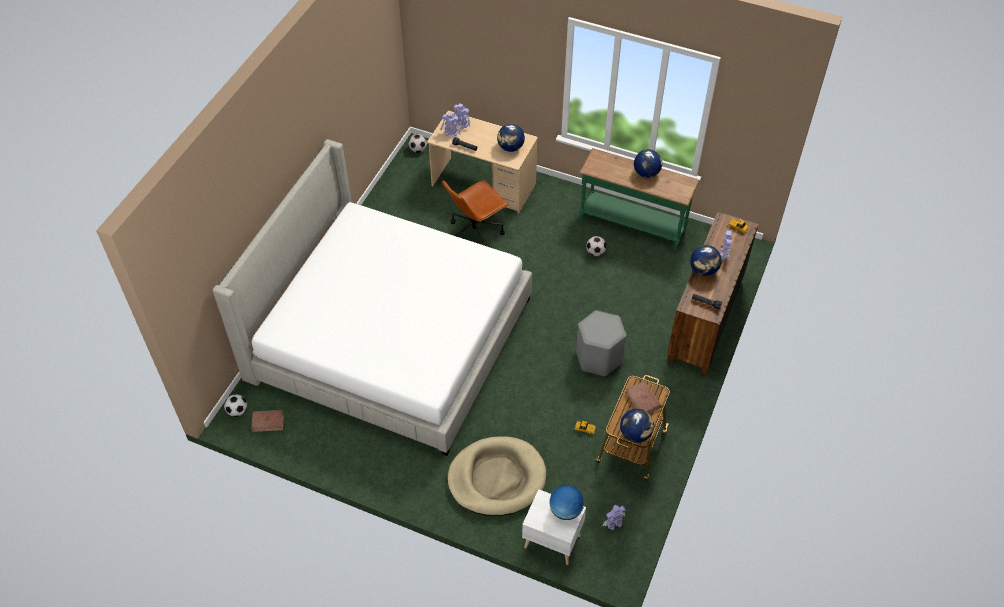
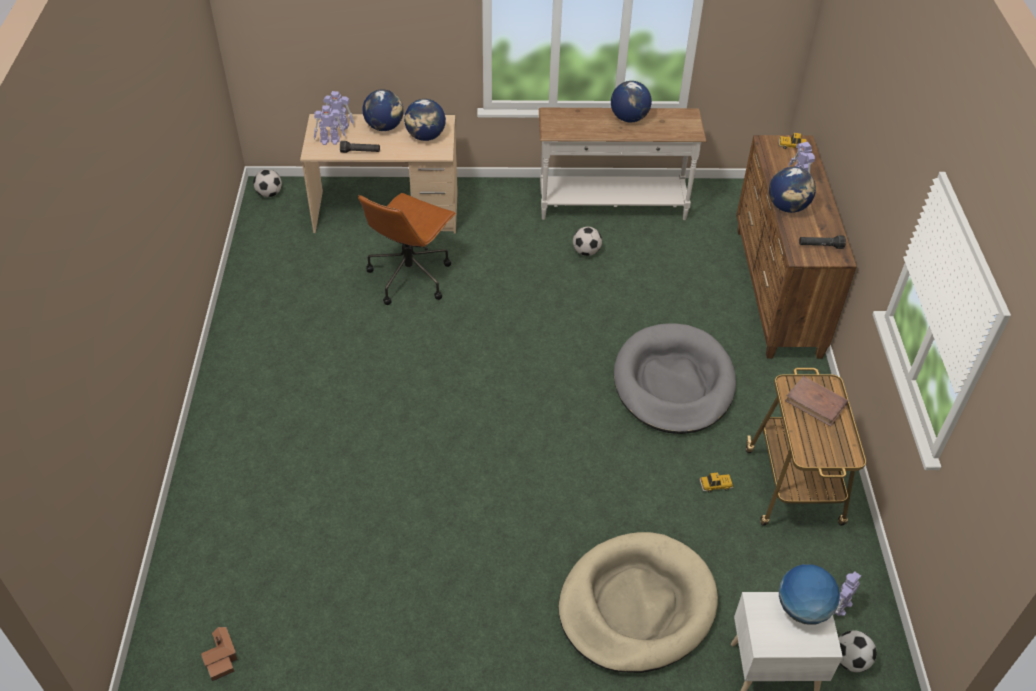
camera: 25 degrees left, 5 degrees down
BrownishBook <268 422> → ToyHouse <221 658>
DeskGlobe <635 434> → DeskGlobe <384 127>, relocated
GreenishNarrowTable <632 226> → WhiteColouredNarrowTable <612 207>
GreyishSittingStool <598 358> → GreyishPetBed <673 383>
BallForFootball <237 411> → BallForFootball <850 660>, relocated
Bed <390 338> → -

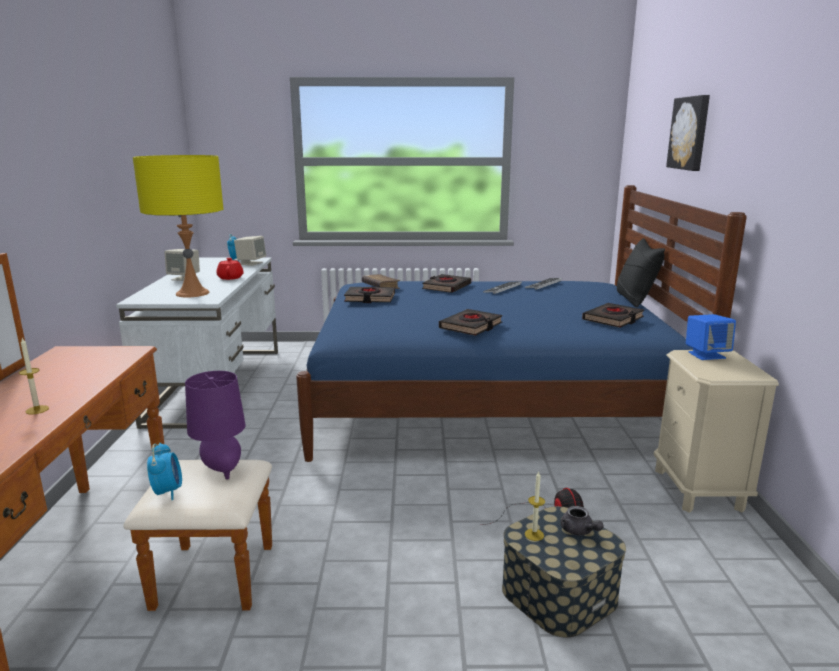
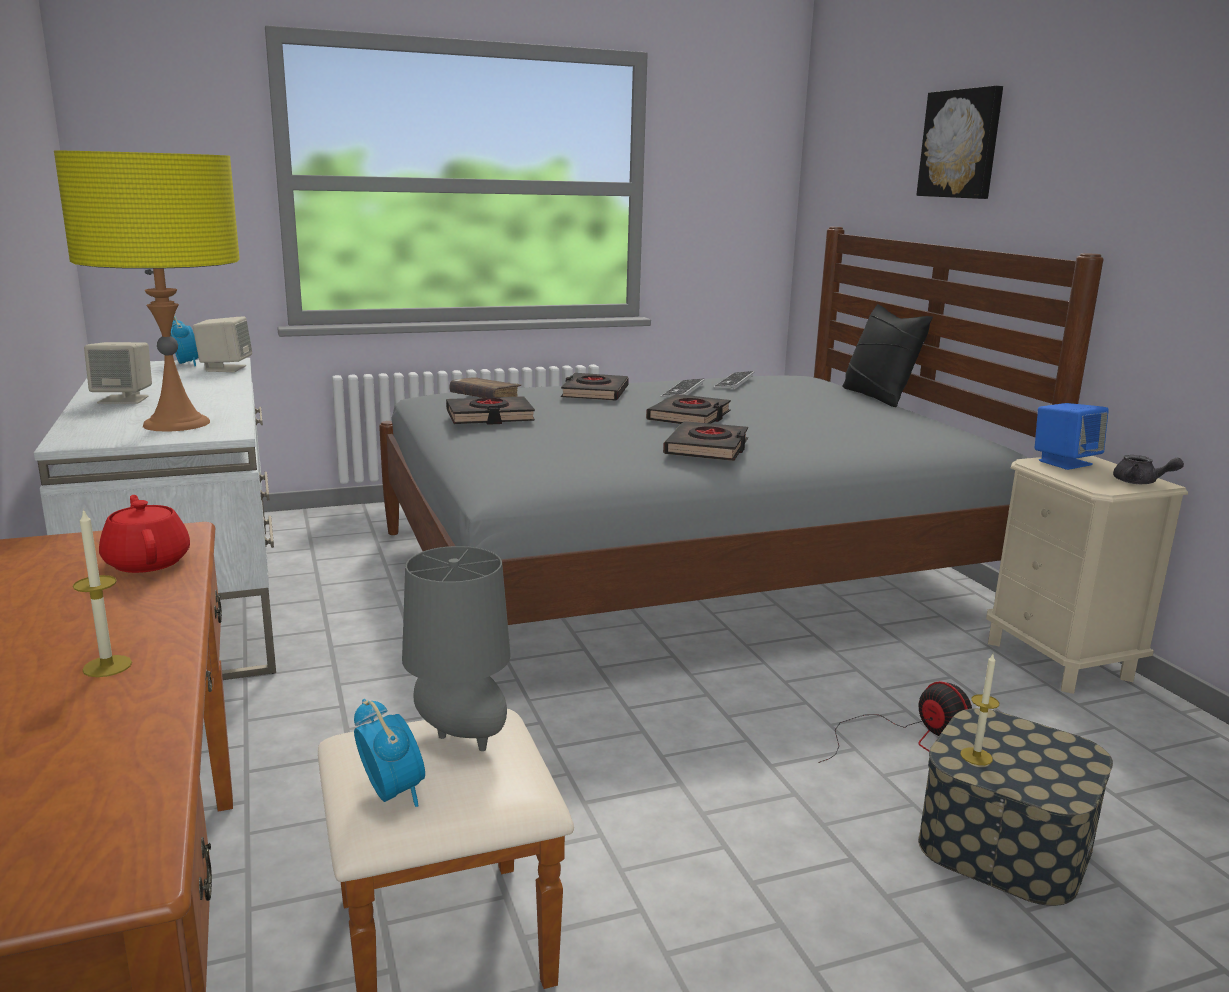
camera: 20 degrees left, 0 degrees up
RedColouredTeaPot <230 277> → RedColouredTeaPot <147 561>, relocated
BlueBed <488 402> → GreyishBed <683 574>
PurplishLampForATable <221 471> → GreyishLampForATable <458 739>
BlackishBook <613 319> → BlackishBook <689 417>, relocated
GreyishTeaPot <579 531> → GreyishTeaPot <1140 482>, relocated

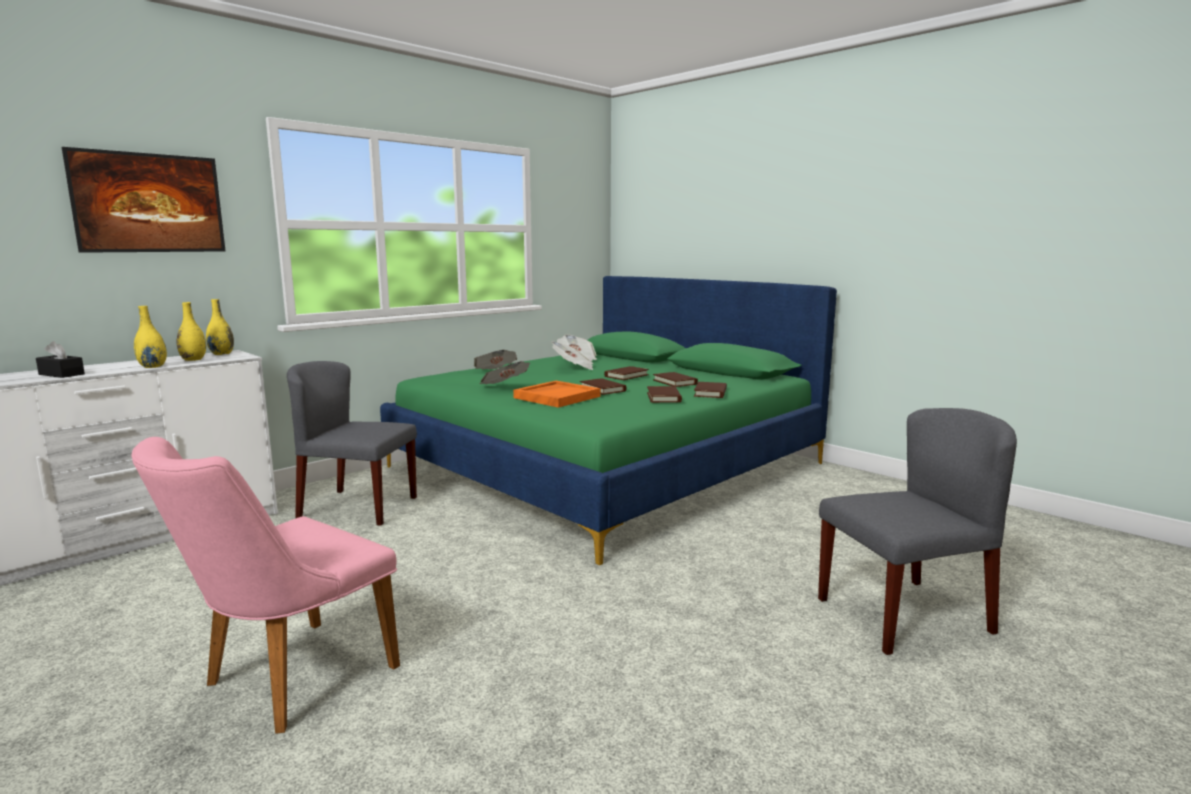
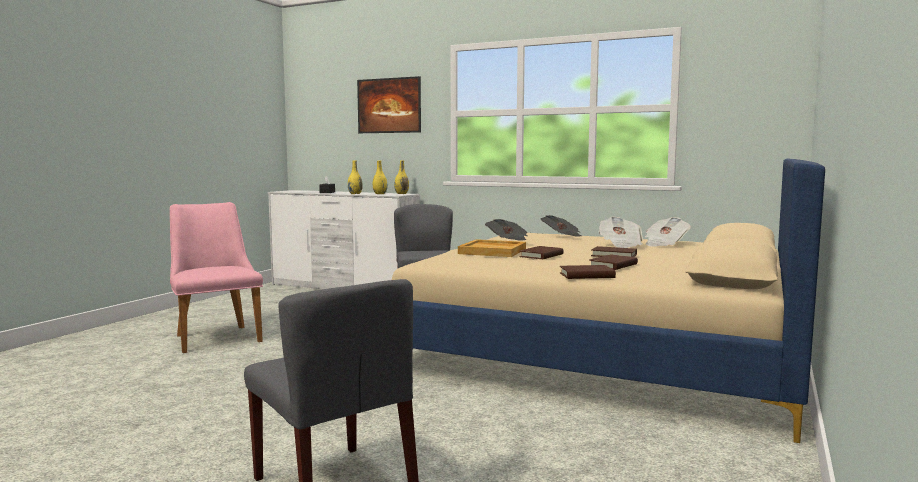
camera: 70 degrees right, 5 degrees down
PinkChair <286 682> → PinkChair <215 336>, 45 degrees clockwise
GreenishBed <606 465> → BeigeBed <604 348>
OrangeCarryingTray <557 397> → BeigeCarryingTray <493 251>
BrownishBook <663 397> → -

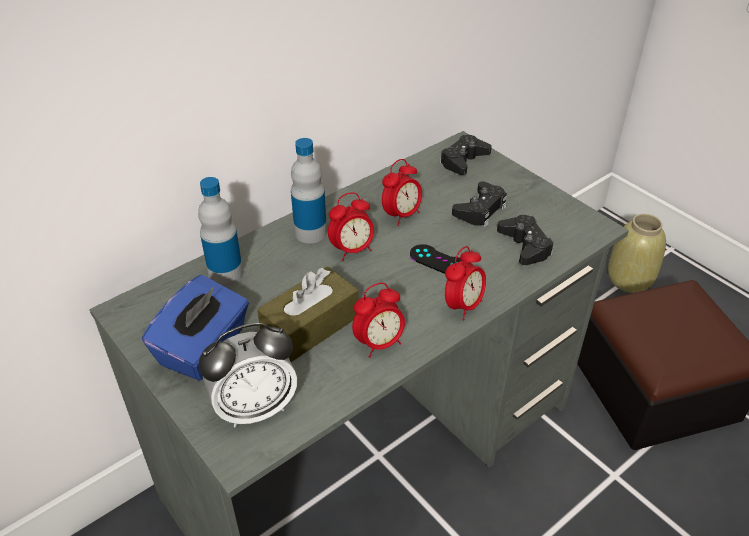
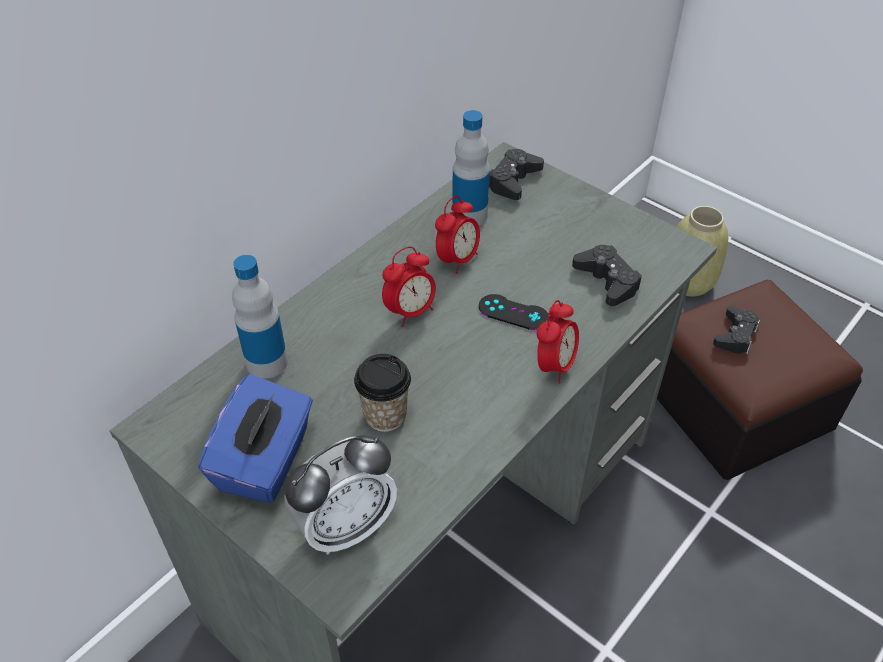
camera: 10 degrees left, 5 degrees up
BrownishTissueHolder <310 326> → SmallCup <385 415>
Bottle <310 232> → Bottle <469 215>, relocated
BlackishJoypad <480 210> → BlackishJoypad <735 335>, relocated
BedsideClock <379 343> → -

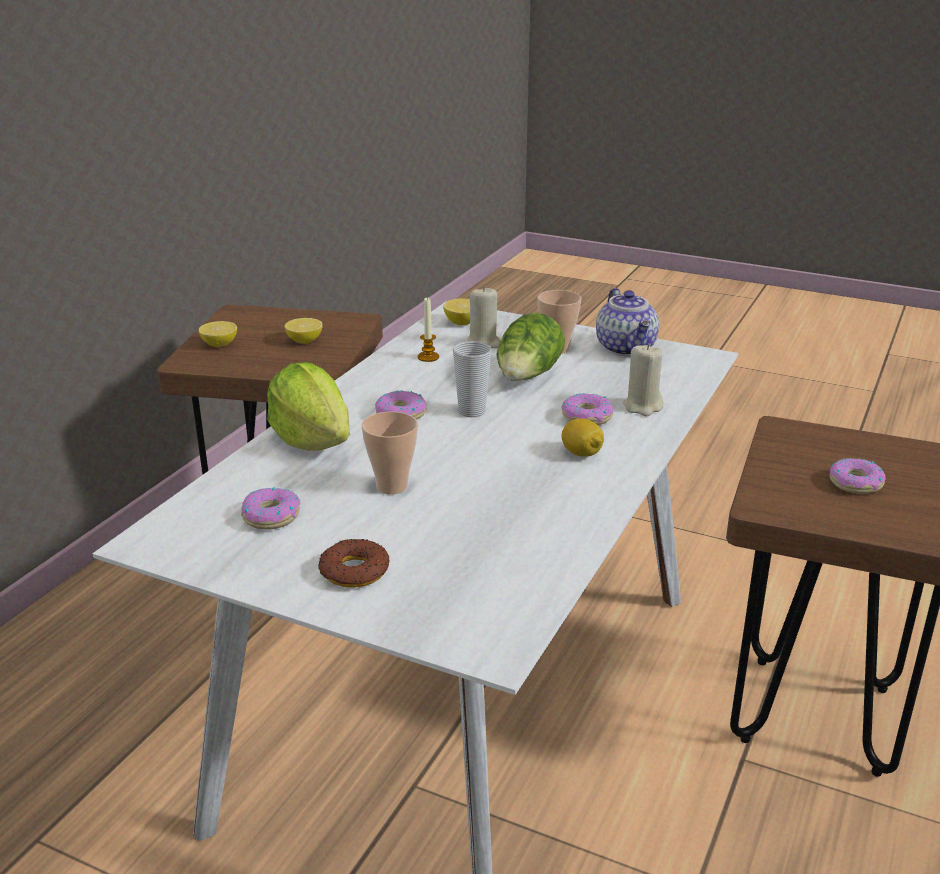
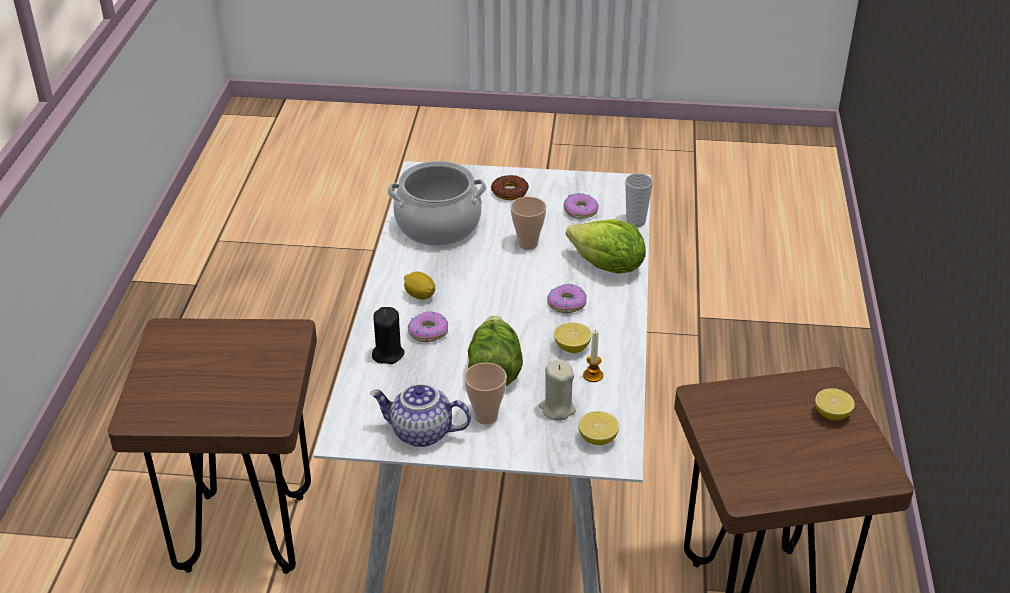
camera: 160 degrees right, 10 degrees up
TeaPot <627 348> → TeaPot <420 433>, 45 degrees counterclockwise
BeigeWaxCandle <643 407> → BlackishWaxCandle <388 354>
- → CookingPot <438 226>
Lemon <304 341> → Lemon <572 347>, relocated
SmallCup <472 411> → SmallCup <636 222>, relocated
Donut <855 483> → -

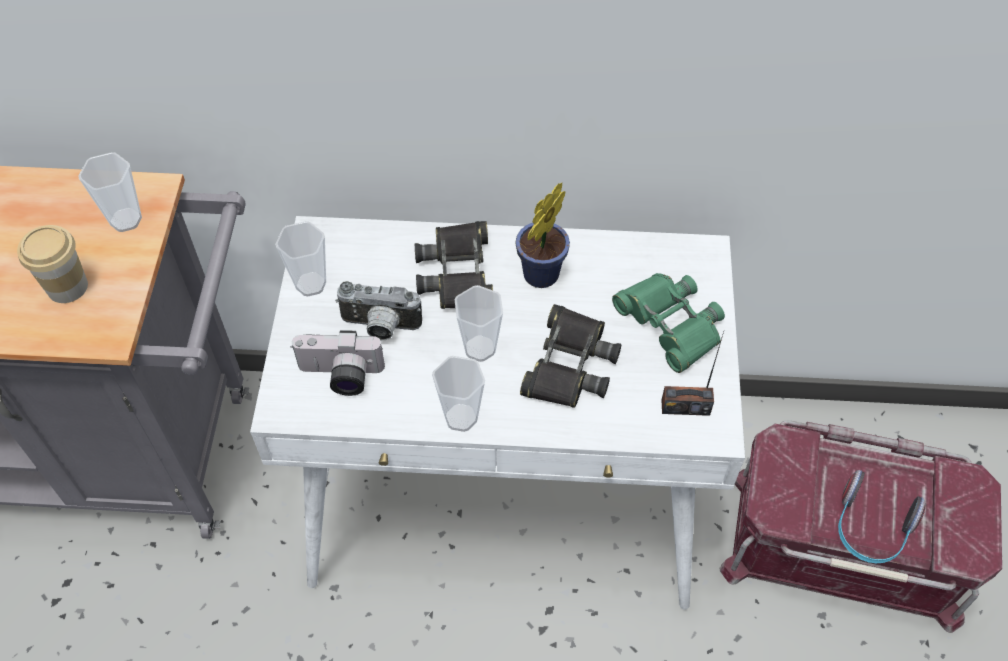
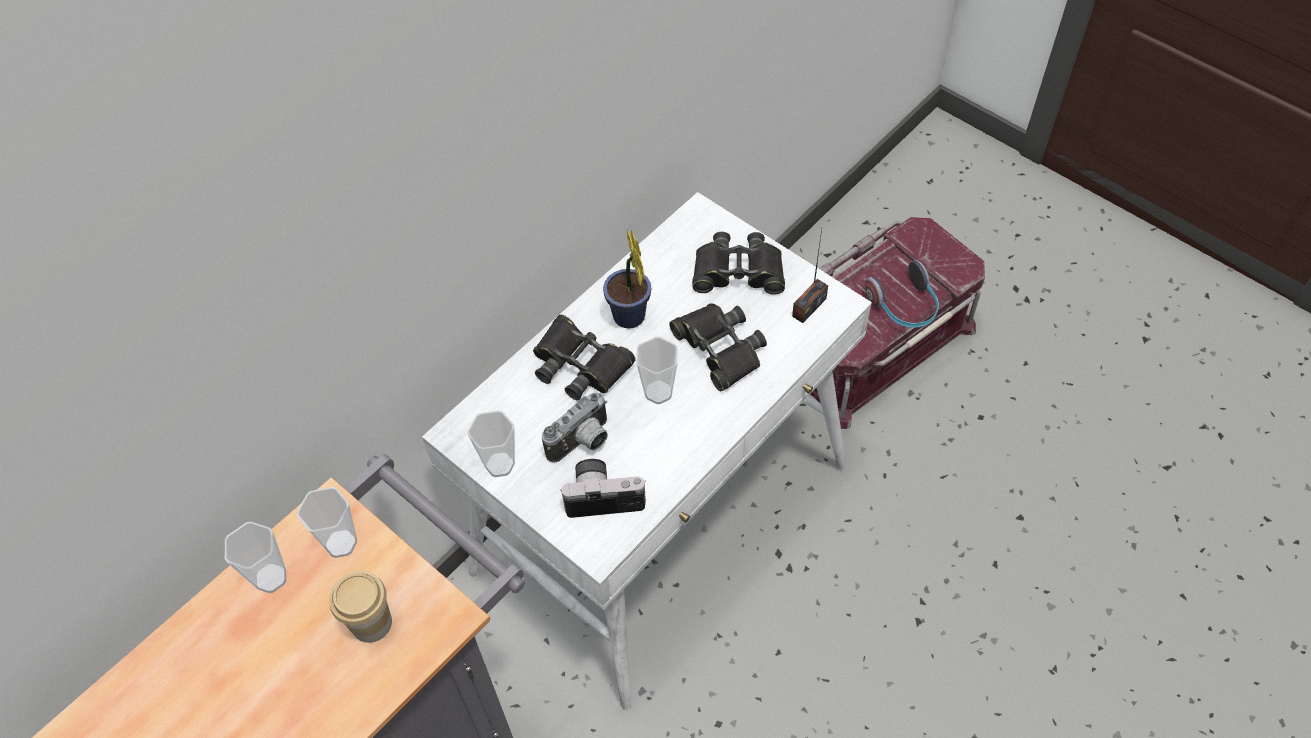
camera: 50 degrees left, 0 degrees up
SmallCup <461 417> → SmallCup <271 578>, relocated
PhotoCamera <340 376> → PhotoCamera <604 494>, 135 degrees counterclockwise
GreenishBinoculars <670 324> → BlackishBinoculars <738 271>

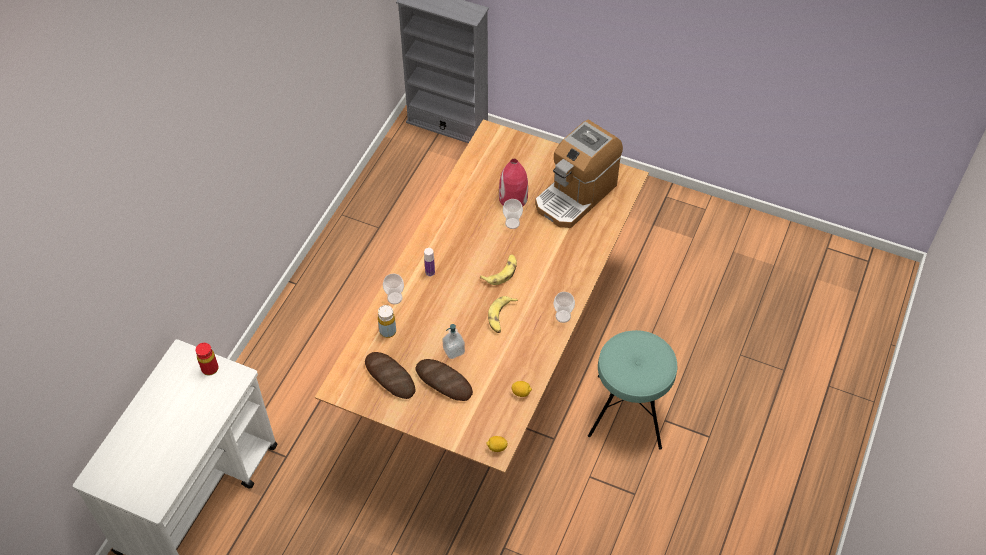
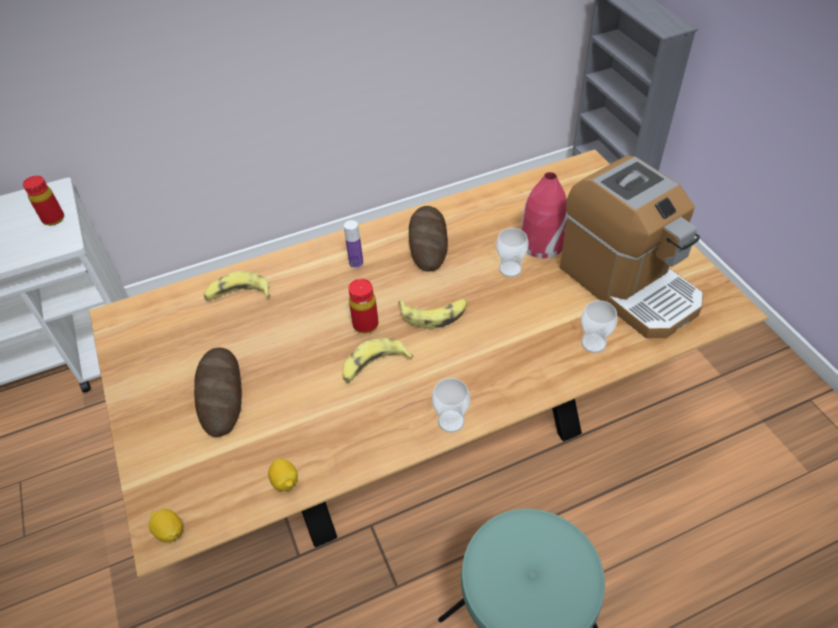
camera: 45 degrees right, 5 degrees down
YellowishBottle <388 331> → WholeBanana <238 294>
- → RedColouredBottle <365 325>
Bread <390 377> → Bread <428 241>, relocated
CoffeeBrewer <575 195> → CoffeeBrewer <628 285>, 120 degrees counterclockwise
SmallCup <394 298> → SmallCup <593 343>, relocated
SoapDispenser <454 351> → -

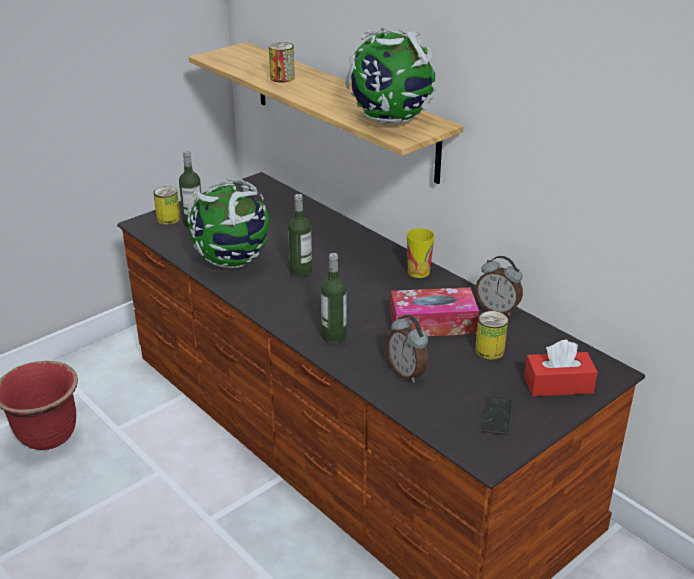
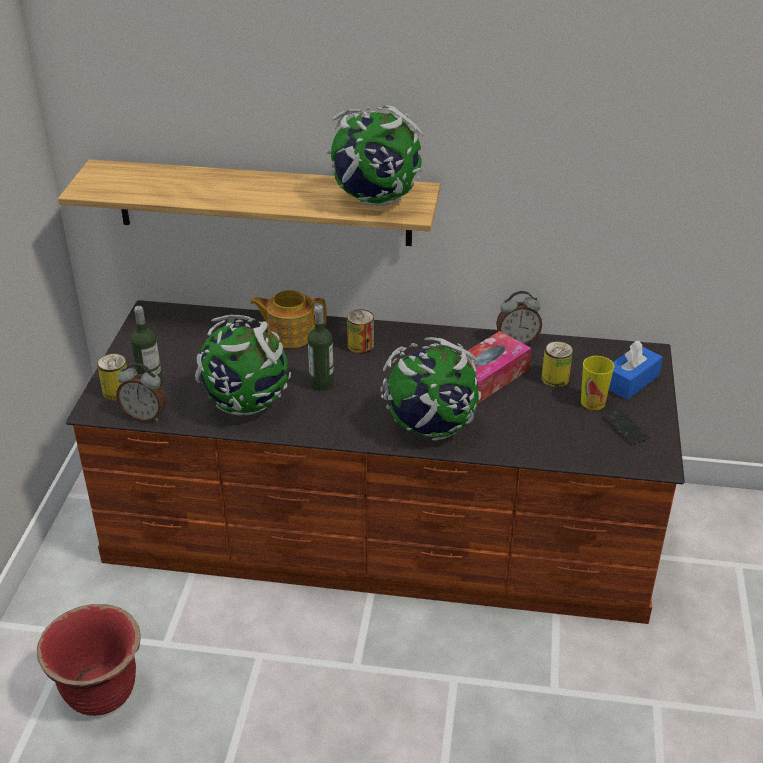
camera: 40 degrees left, 5 degrees up
BedsideClock <407 373> → BedsideClock <145 416>, relocated
- → TeaPot <290 334>
Can <282 78> → Can <360 346>, relocated
Bottle <334 336> → DeskGlobe <430 428>
SmallCup <418 272> → SmallCup <593 402>, relocated
RedColouredTissueHolder <558 384> → BlueTissueHolder <630 381>

